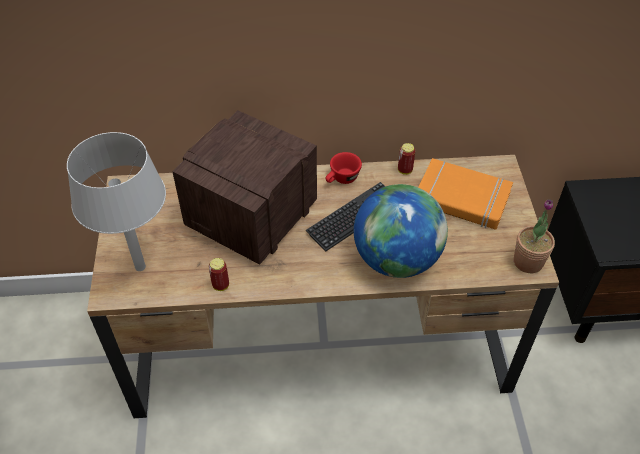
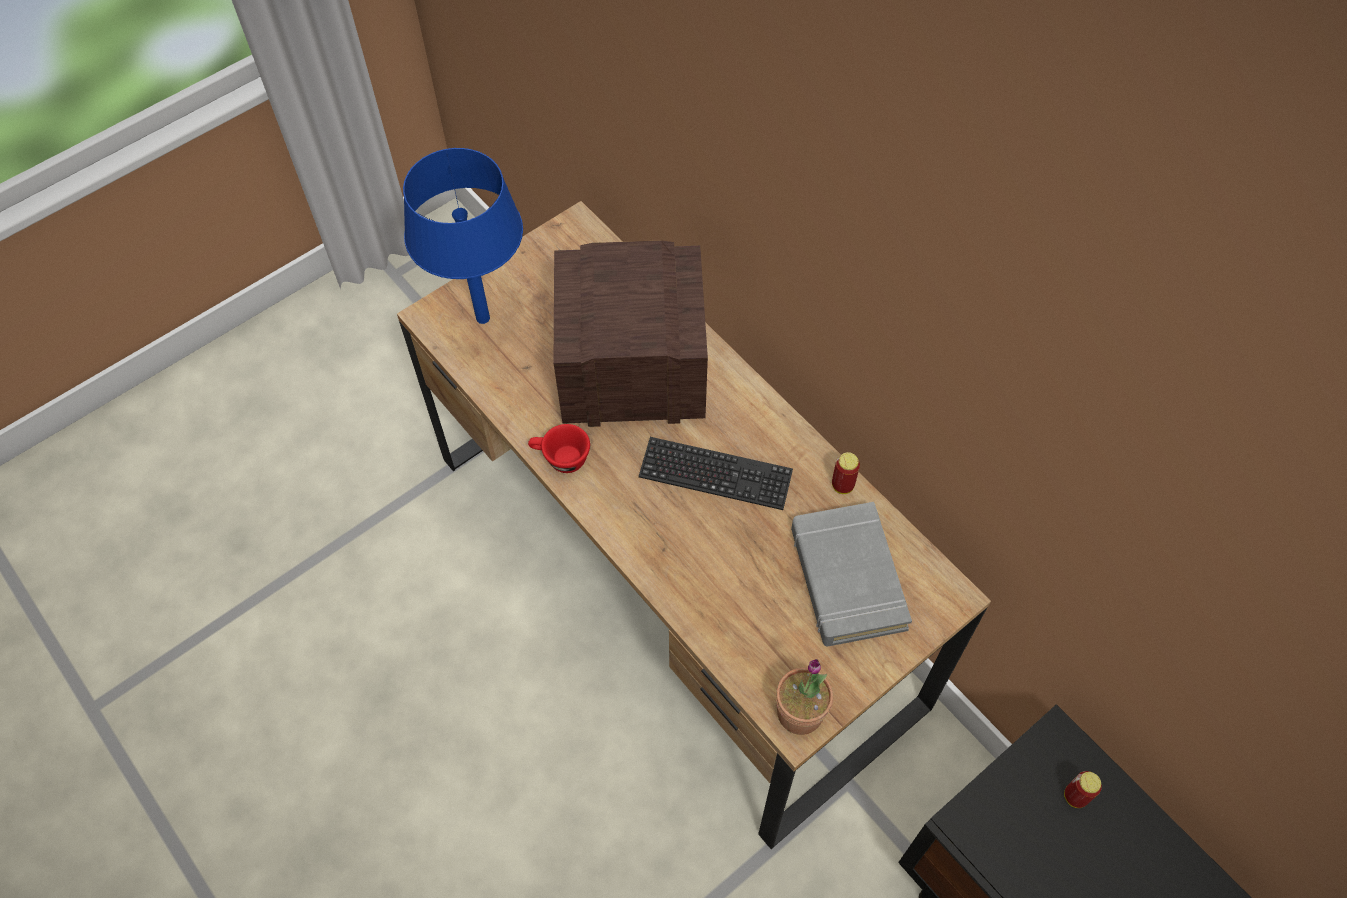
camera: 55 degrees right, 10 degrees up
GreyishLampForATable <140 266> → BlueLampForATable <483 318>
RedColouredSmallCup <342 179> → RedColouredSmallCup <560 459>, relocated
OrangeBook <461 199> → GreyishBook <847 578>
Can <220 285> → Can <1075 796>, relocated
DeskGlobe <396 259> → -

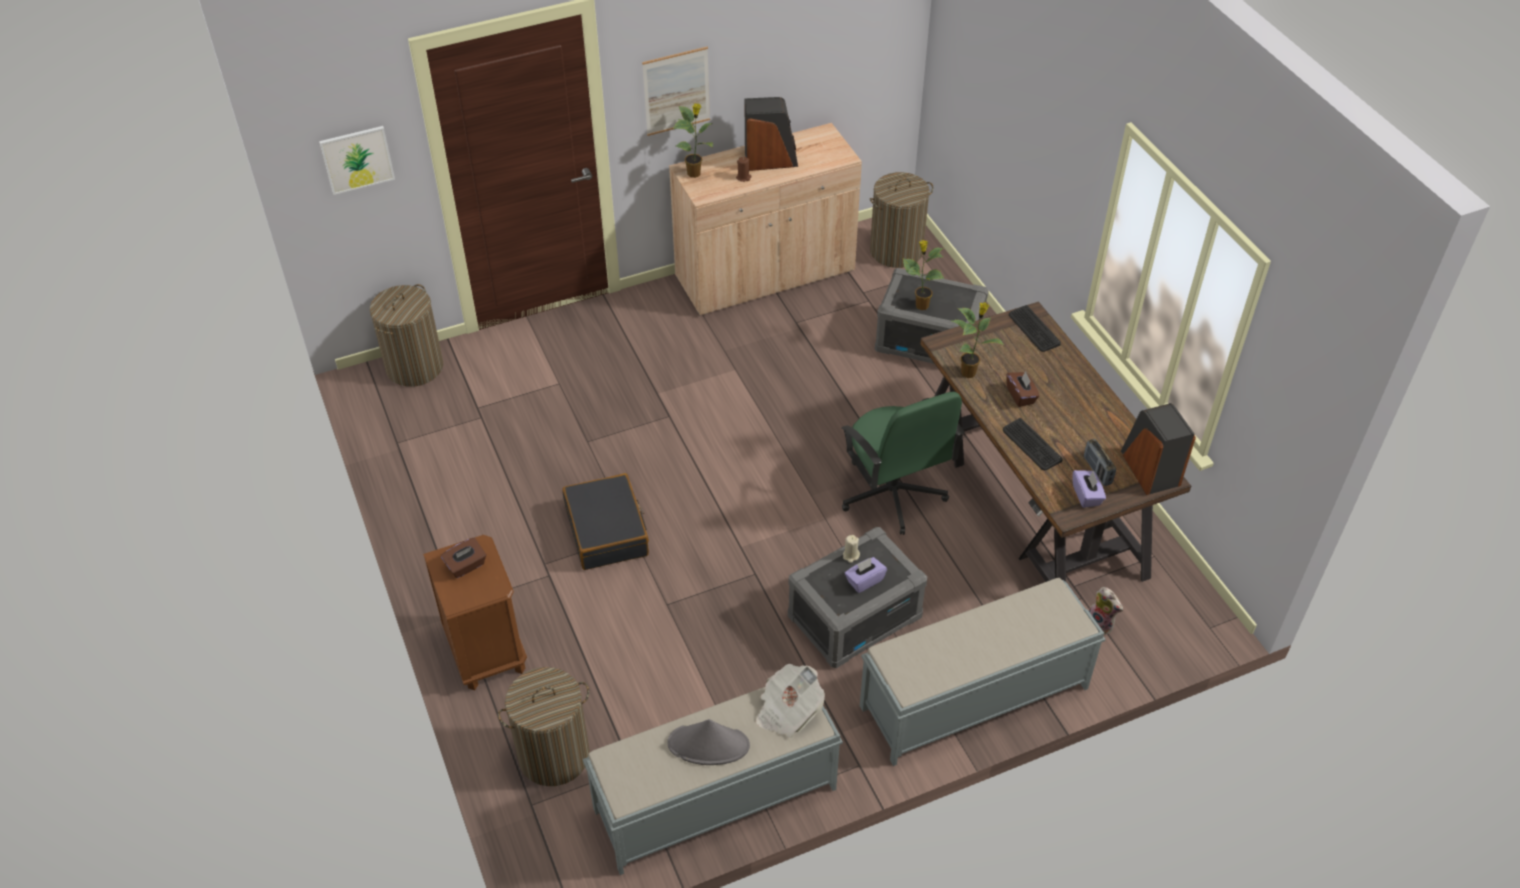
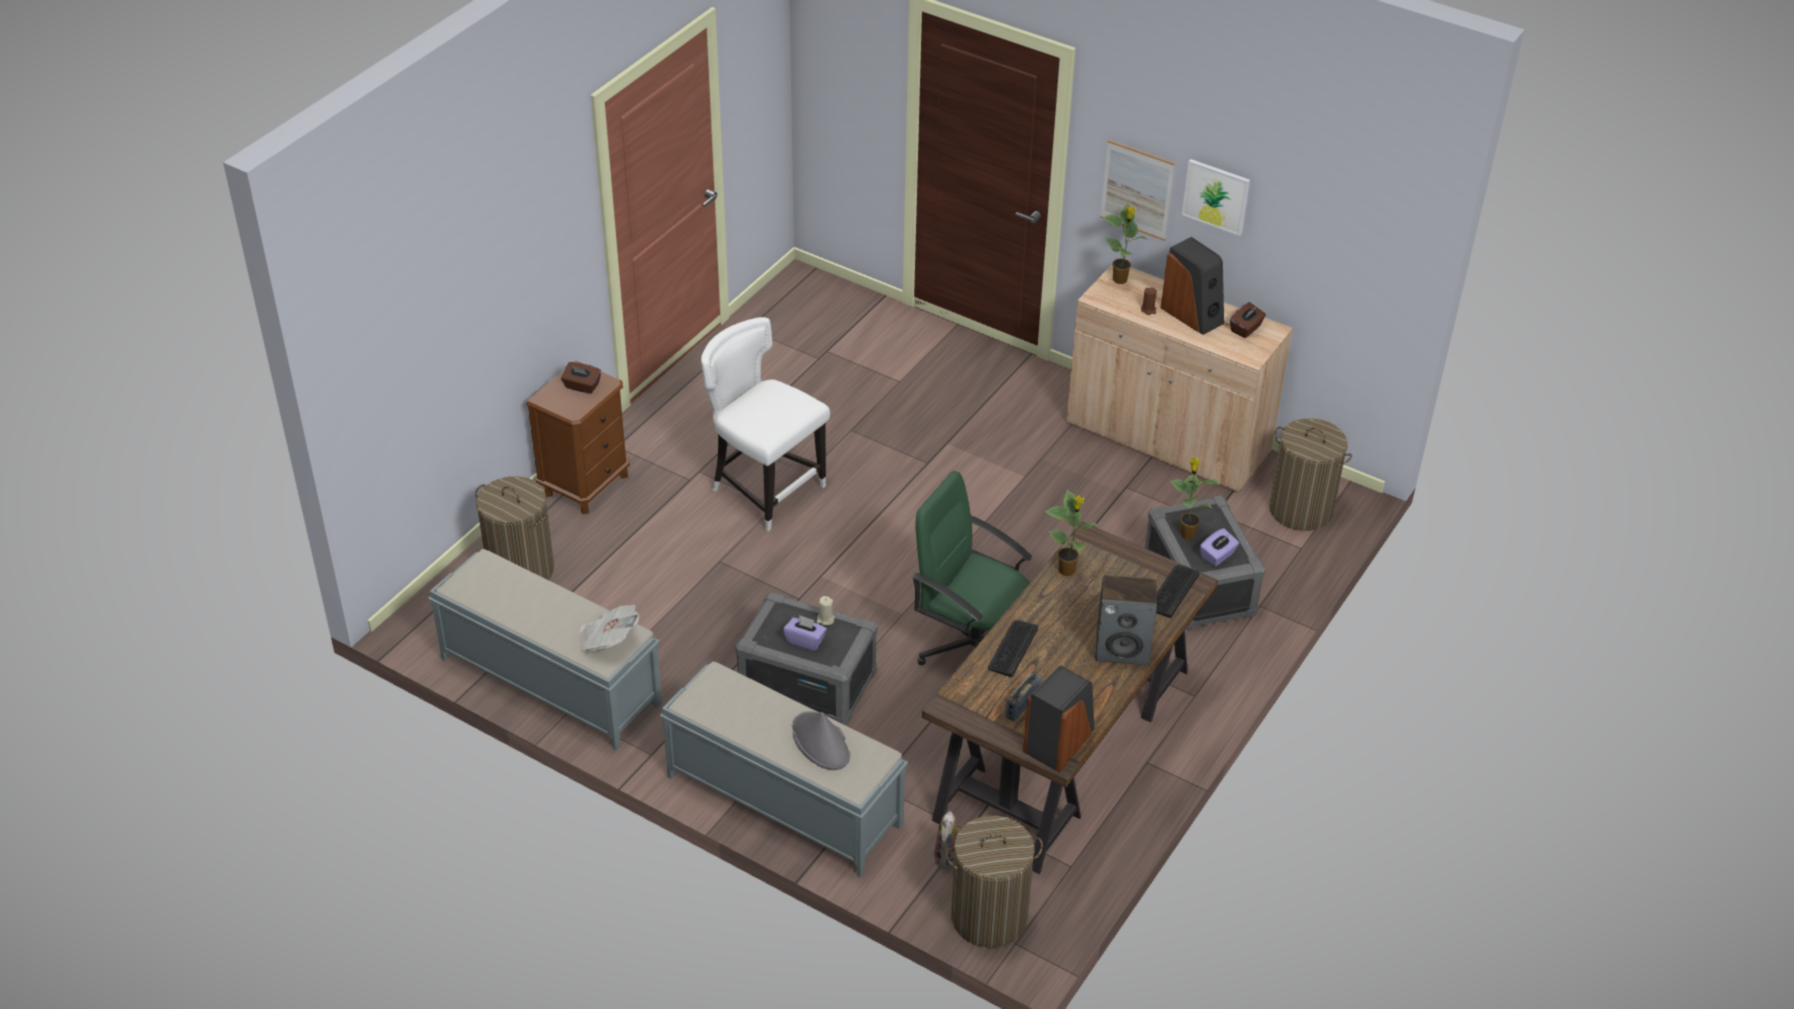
camera: 55 degrees right, 5 degrees down
BlackishTravelCase <607 531> → WhiteColouredChair <765 489>
GreyishClothingHat <709 744> → GreyishClothingHat <821 742>, relocated
GreenishOfficeChair <892 494> → GreenishOfficeChair <973 646>, 90 degrees clockwise
WashingBasket <414 367> → WashingBasket <989 917>, relocated
- → AudioSpeaker <1122 649>
Picture <357 159> → Picture <1216 196>, relocated
PurplishTissueHolder <1086 495> → PurplishTissueHolder <1218 556>, relocated
BrownishTissueHolder <1021 396> → BrownishTissueHolder <1246 329>, relocated

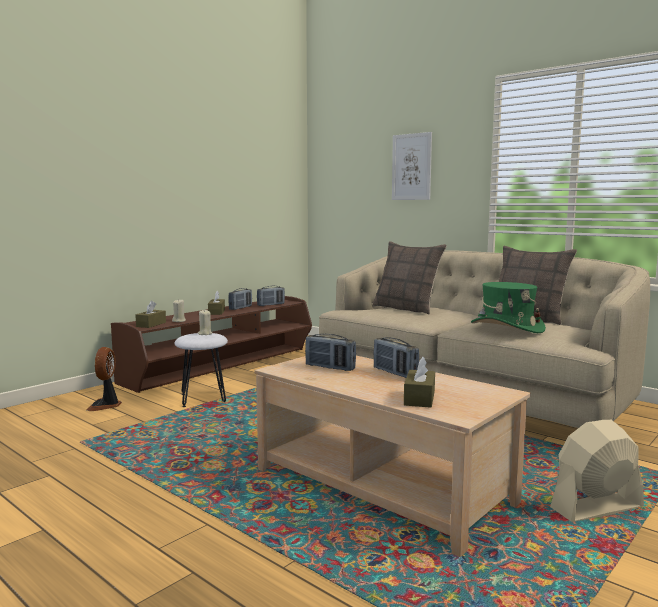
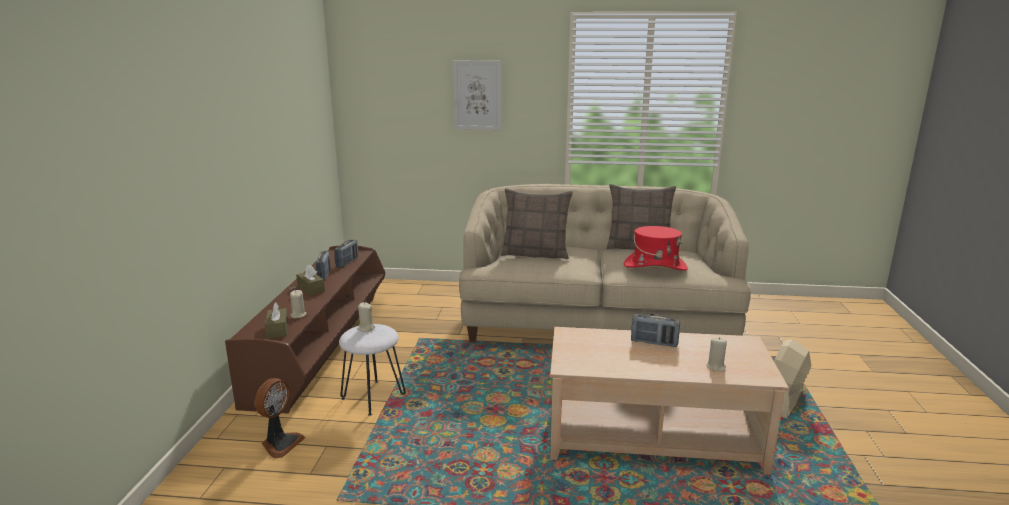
camera: 35 degrees left, 10 degrees up
CoolingFan <105 405> → CoolingFan <280 443>, 120 degrees counterclockwise
GreenishClothingHat <506 327> → RedColouredClothingHat <655 266>
BrownishTissueHolder <419 398> → BeigeWaxCandle <716 367>
Radio <330 367> → -

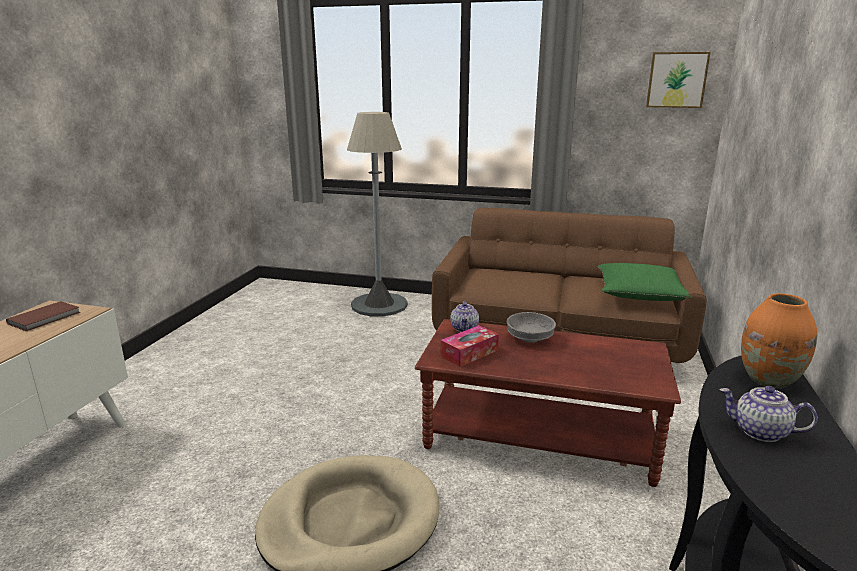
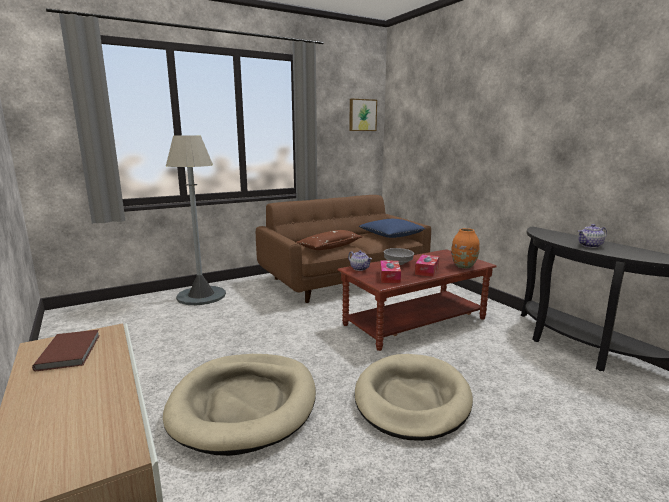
camera: 45 degrees left, 5 degrees down
- → BeigePetBed <244 404>
- → BrownishPillow <330 246>
GreenishPillow <640 293> → BluePillow <391 235>
- → TissueHolder <427 270>
OrangeVase <768 380> → OrangeVase <464 266>, relocated

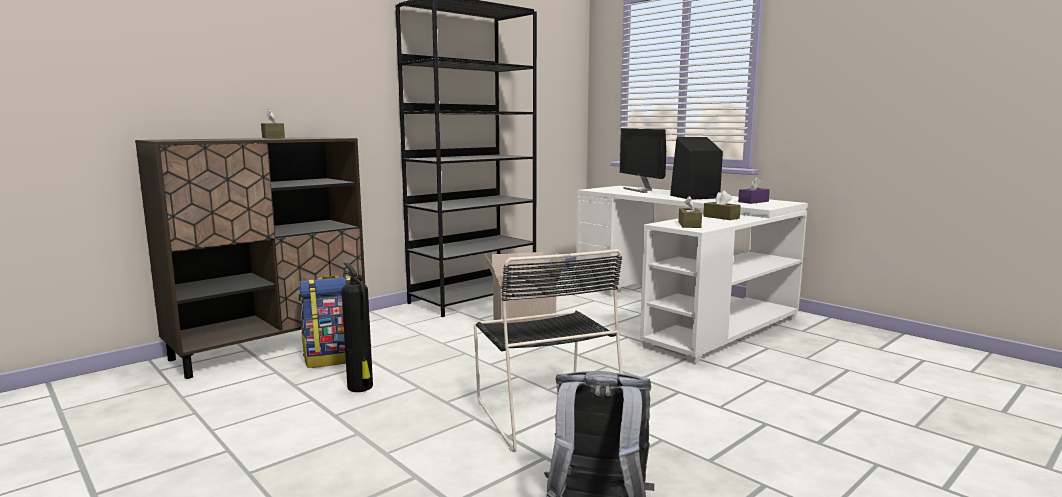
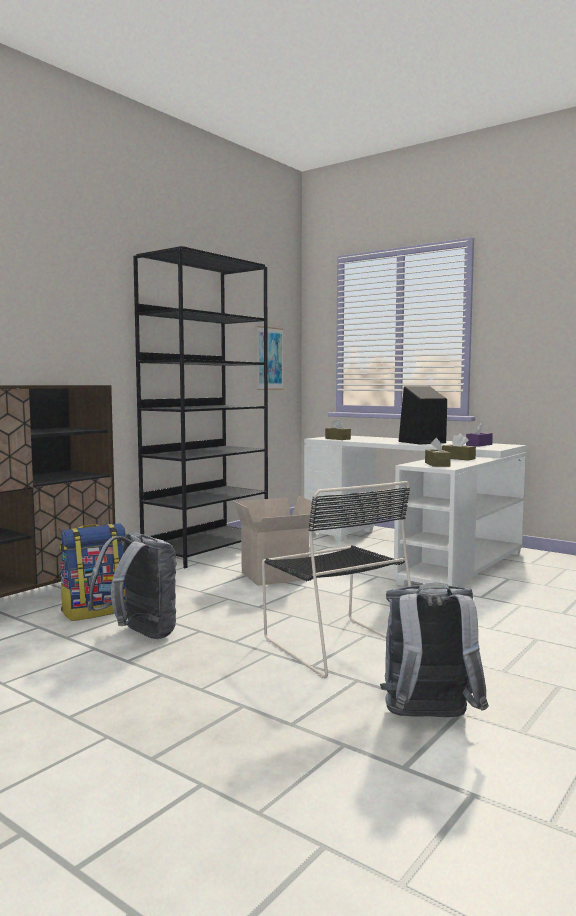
camera: 10 degrees left, 5 degrees down
Extinguisher <361 388> → GreyishKnapsack <139 635>
- → Picture <269 358>
BrownishTissueHolder <273 138> → BrownishTissueHolder <337 439>, relocated
ComputerDisplay <641 190> → -

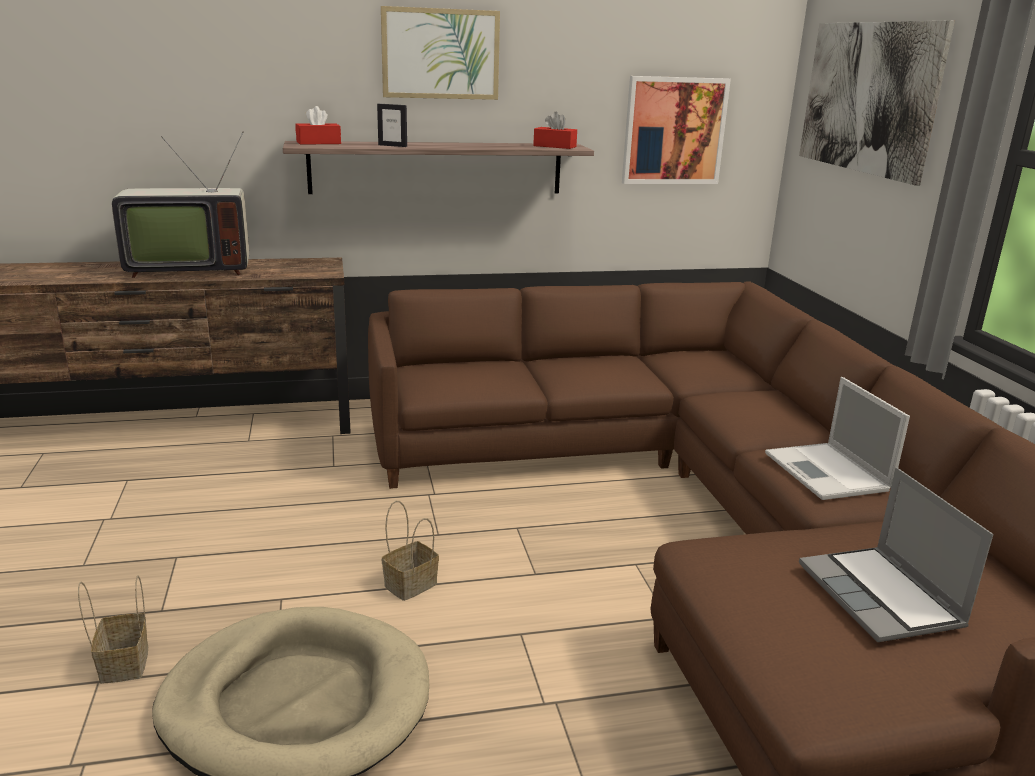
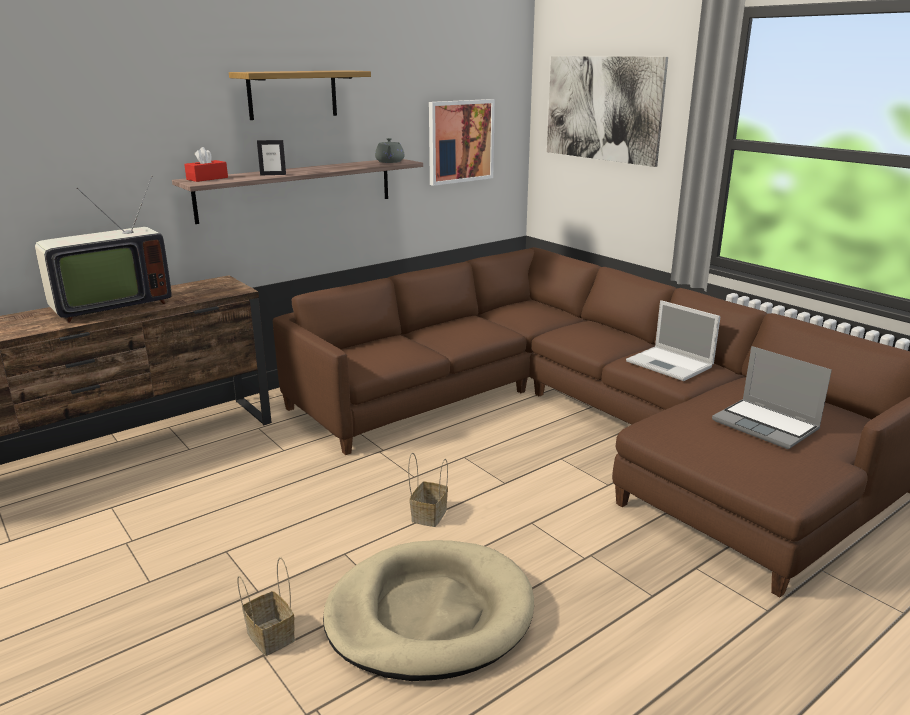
camera: 25 degrees left, 0 degrees up
Picture <440 54> → Shelf <292 94>
RedColouredTissueHolder <554 146> → GreyishTeaPot <389 162>

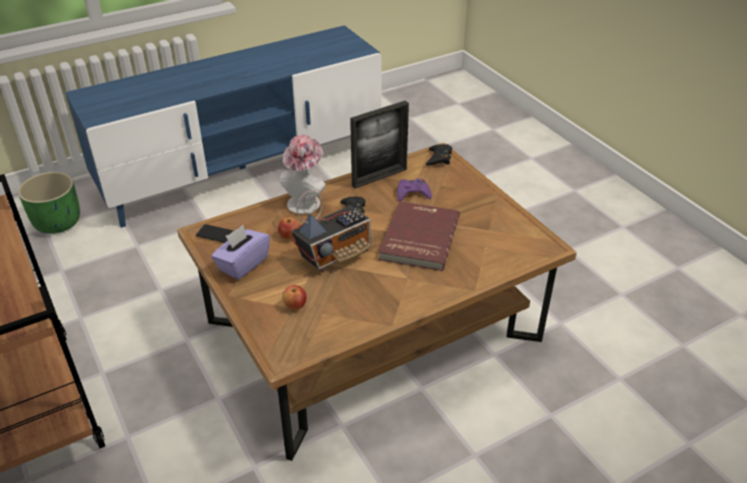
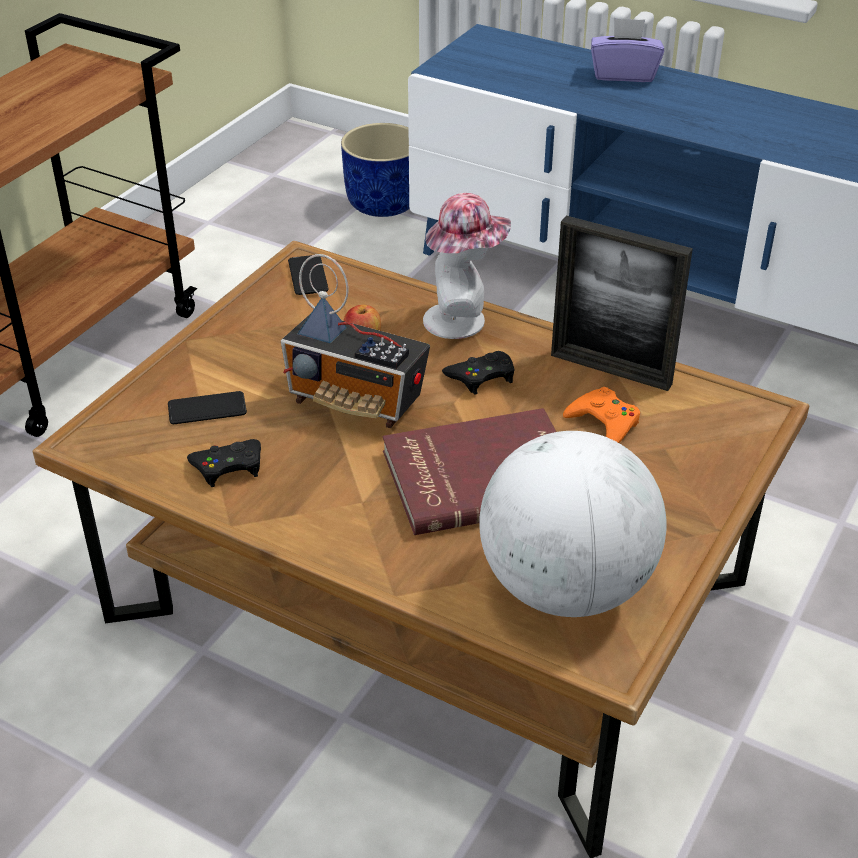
camera: 60 degrees right, 0 degrees up
AppleFruit <295 306> → Telephone <207 409>
BlackishJoypad <439 158> → BlackishJoypad <228 467>, relocated
GreenishPlantPot <58 222> → BluePlantPot <384 203>
- → DeskGlobe <566 588>
PurplishJoypad <412 193> → OrangeJoypad <604 423>
PurplishTissueHolder <243 264> → PurplishTissueHolder <624 74>, relocated

